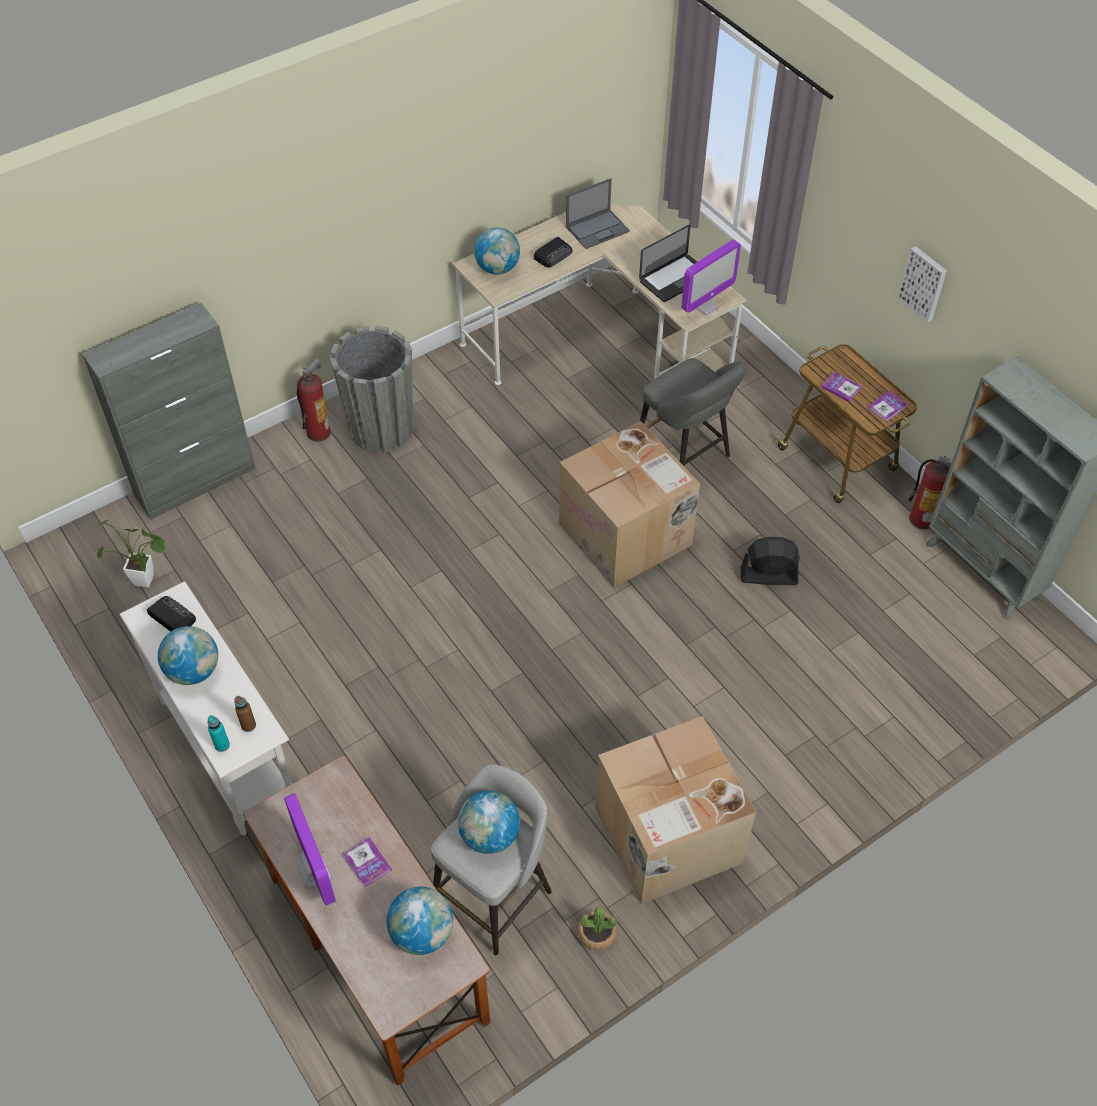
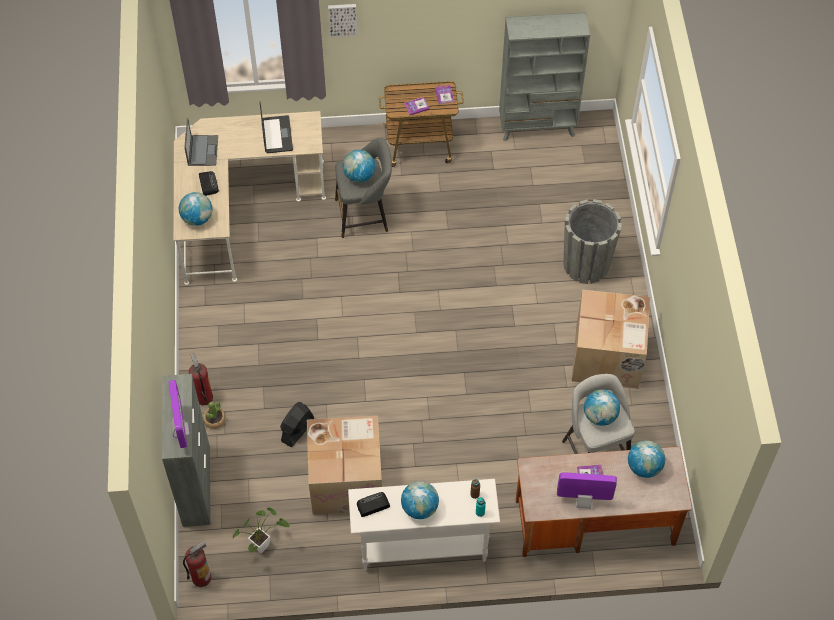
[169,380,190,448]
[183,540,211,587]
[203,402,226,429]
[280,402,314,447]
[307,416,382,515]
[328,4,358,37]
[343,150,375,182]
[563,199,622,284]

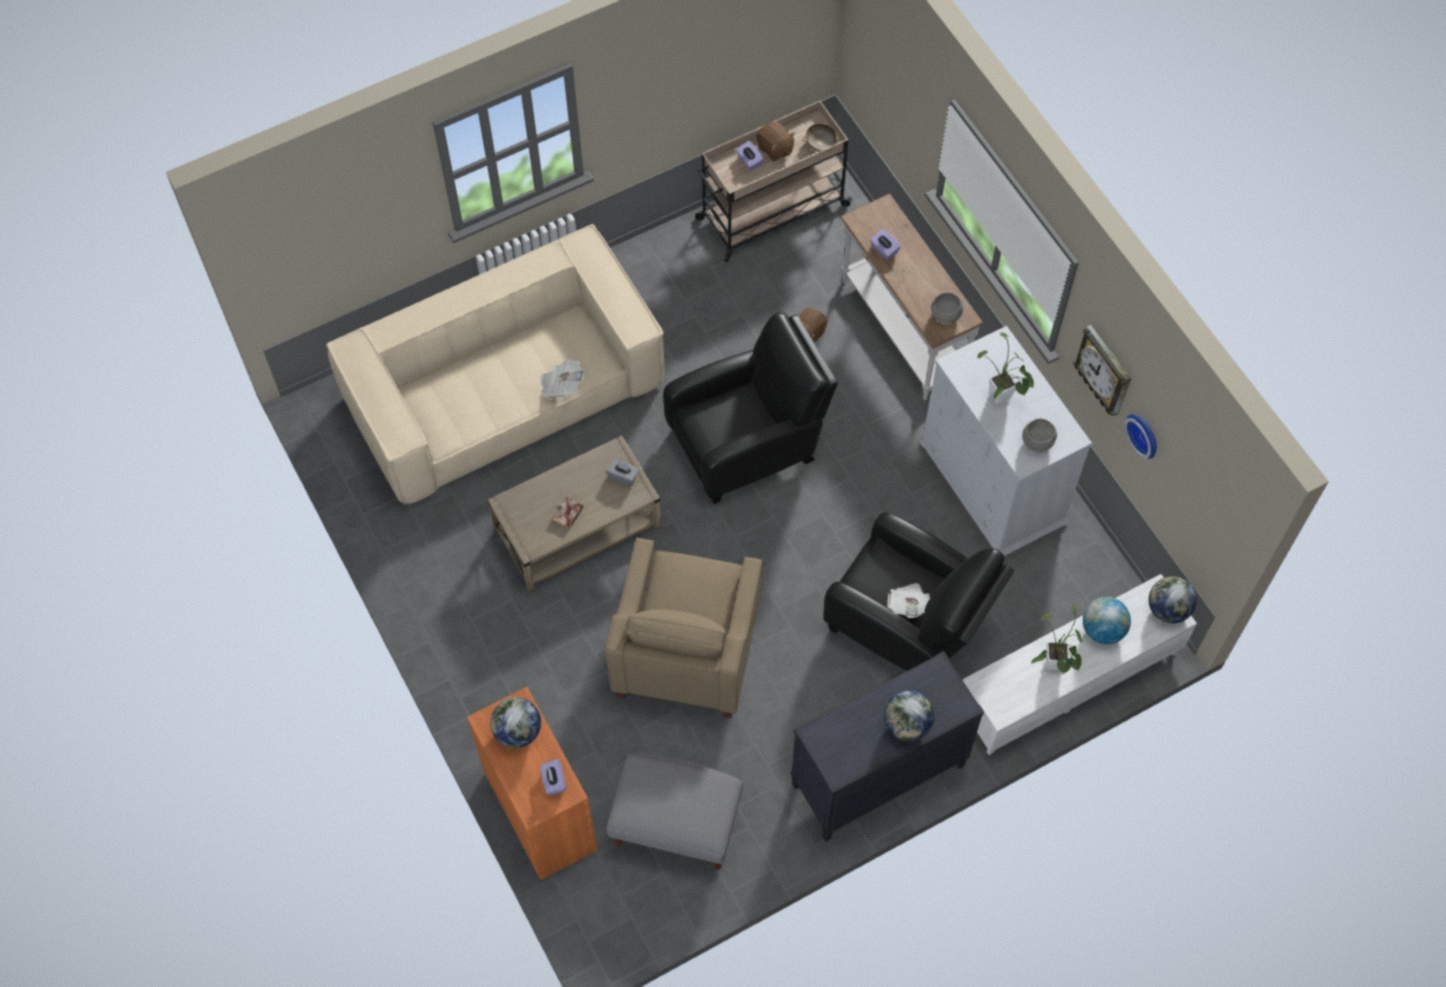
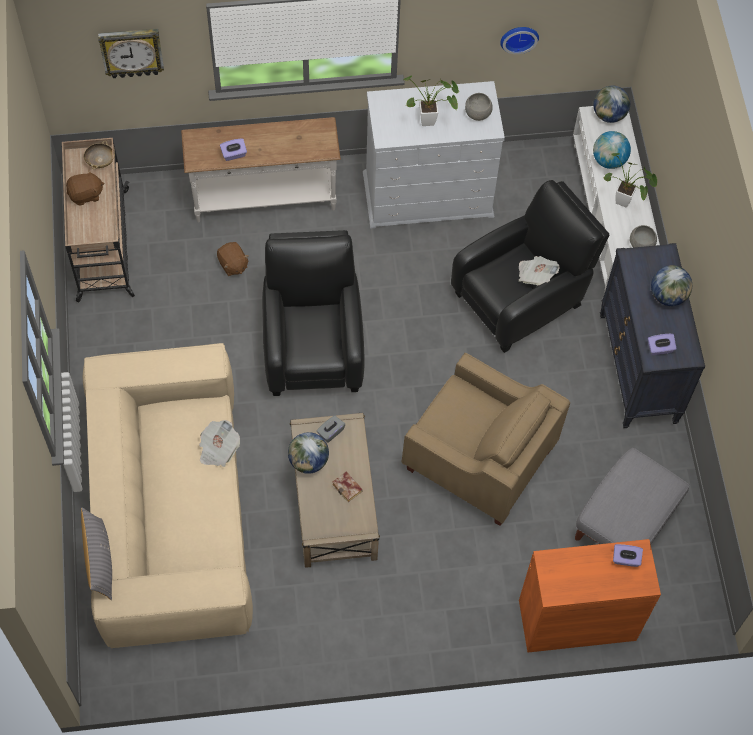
[81,507,112,600]
[98,29,164,78]
[288,432,329,474]
[630,225,657,248]
[648,334,676,355]

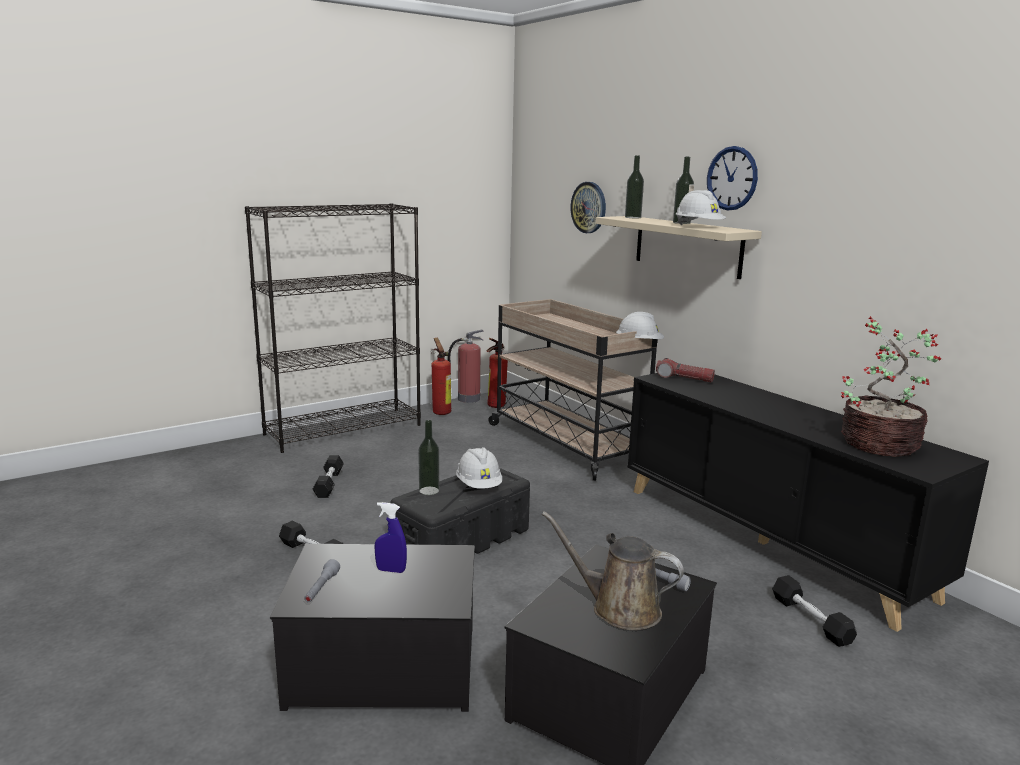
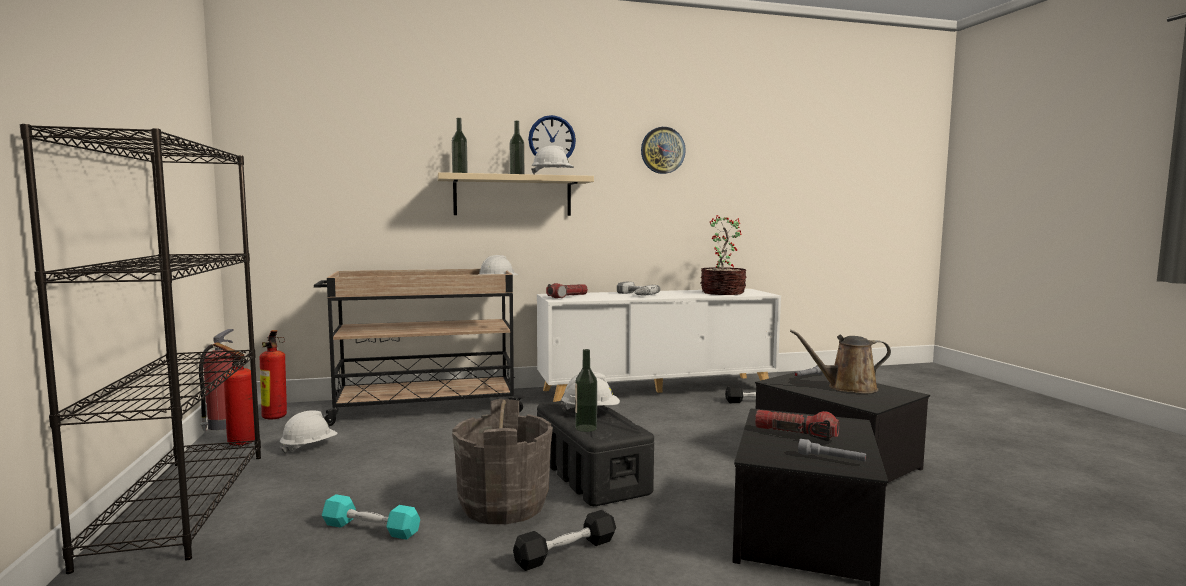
[280,410,338,454]
[322,494,420,540]
[452,398,553,524]
[537,289,781,402]
[617,281,660,295]
[641,127,686,174]
[755,410,839,441]
[790,330,891,394]

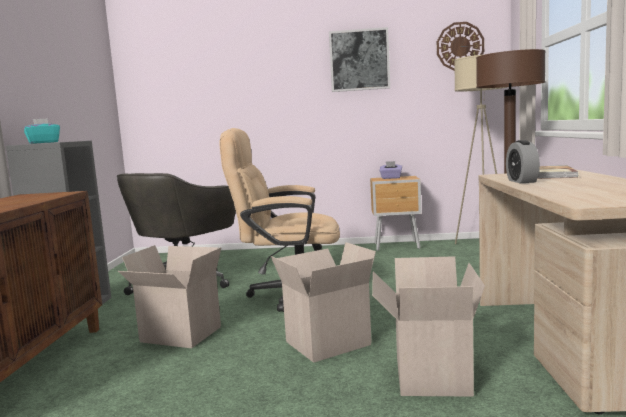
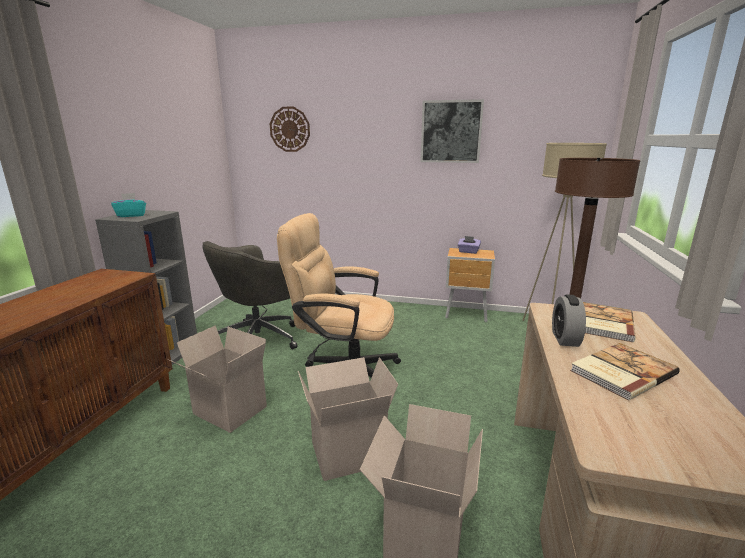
[270,107,310,152]
[570,343,680,400]

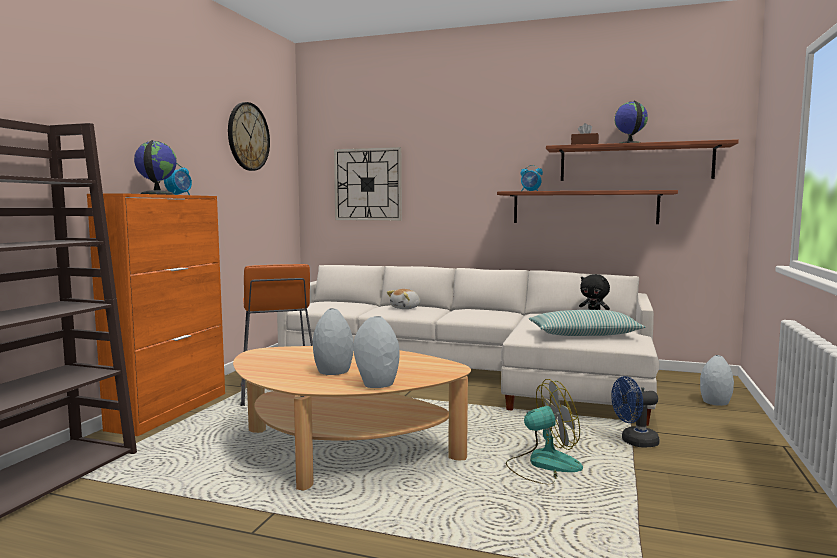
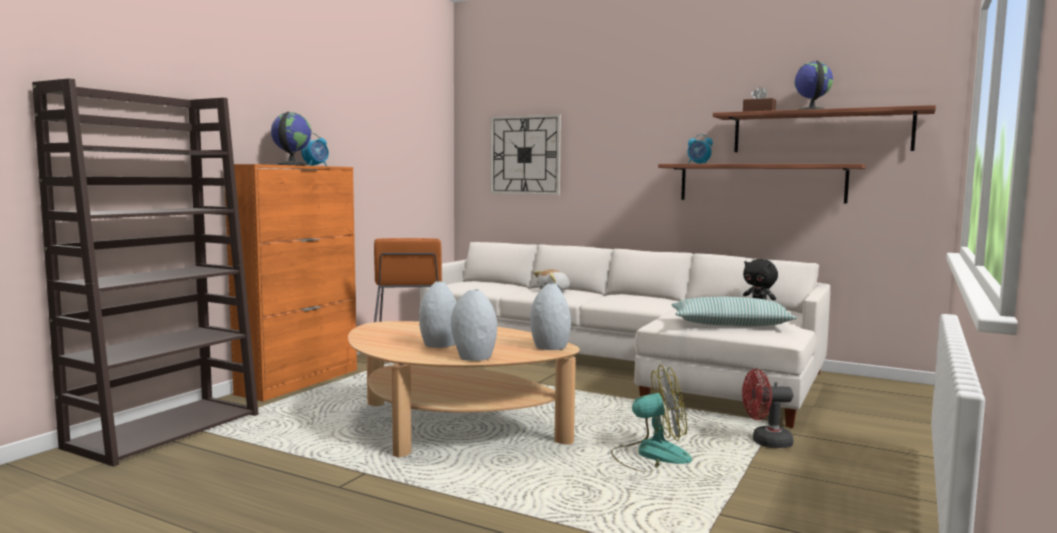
[530,283,571,350]
[742,369,794,448]
[228,102,270,171] (first image)

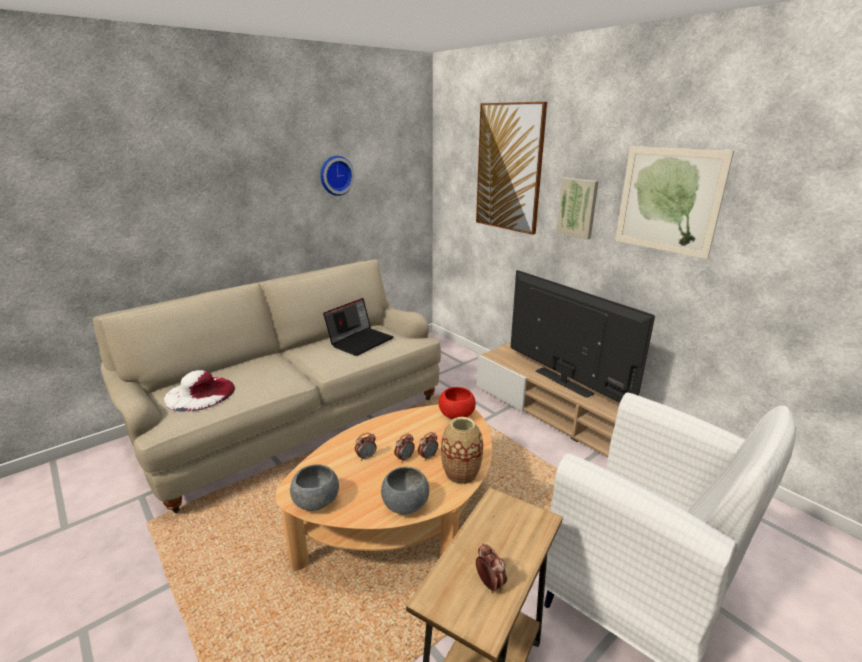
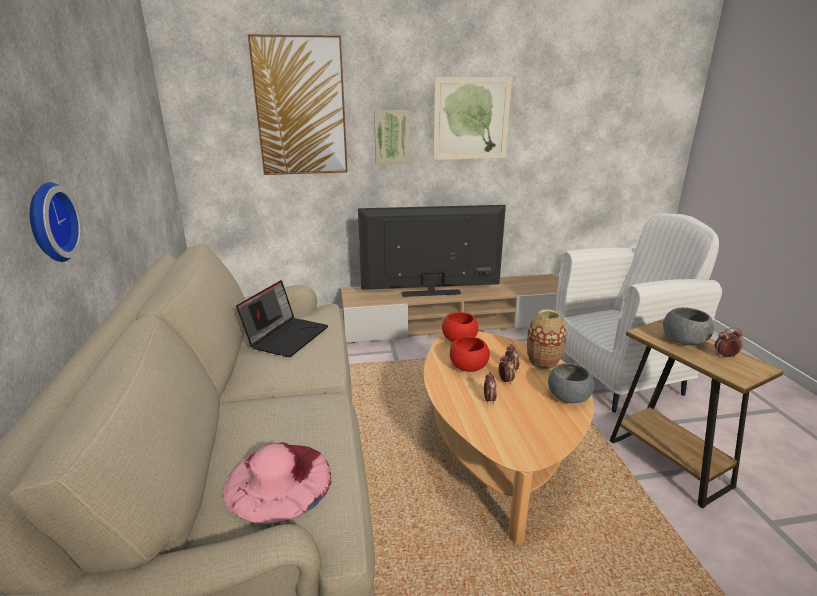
[30,182,83,262]
[224,442,331,524]
[236,280,329,357]
[450,336,490,372]
[663,307,714,345]

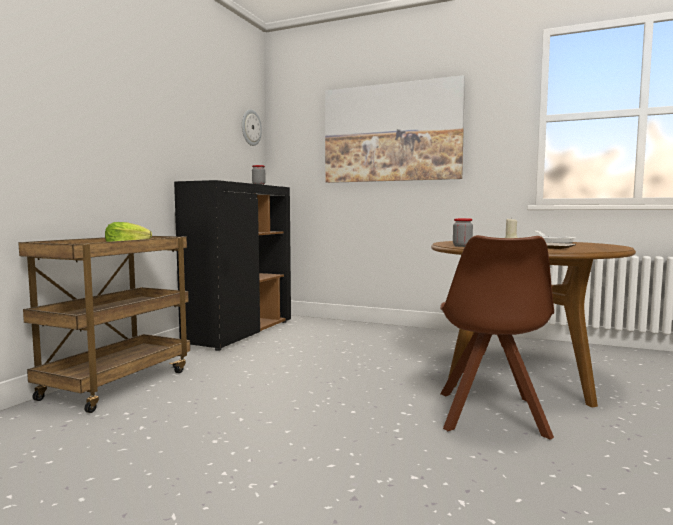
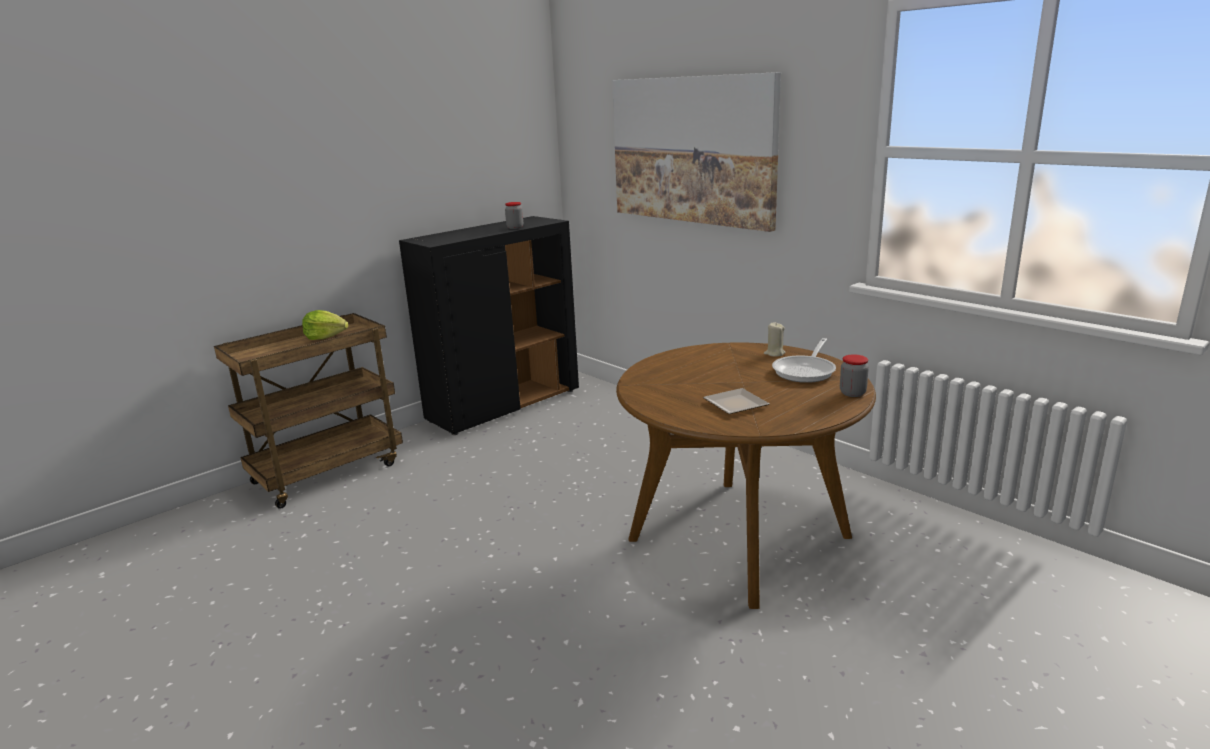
[840,354,869,397]
[242,109,262,146] (first image)
[440,235,554,440] (first image)

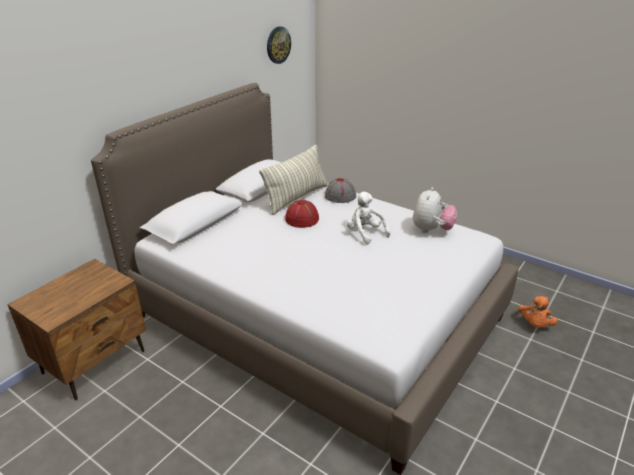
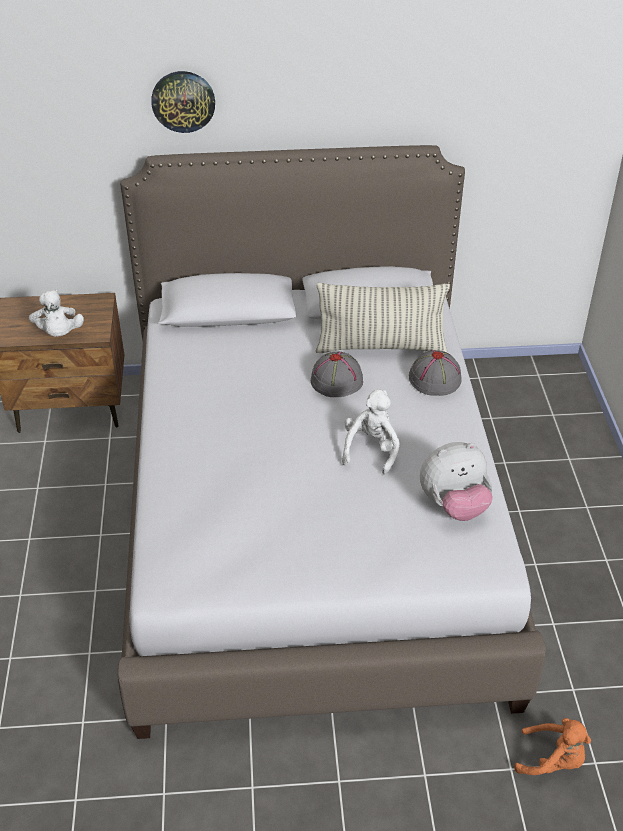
[29,290,84,337]
[151,71,215,133]
[311,351,363,397]
[514,718,591,775]

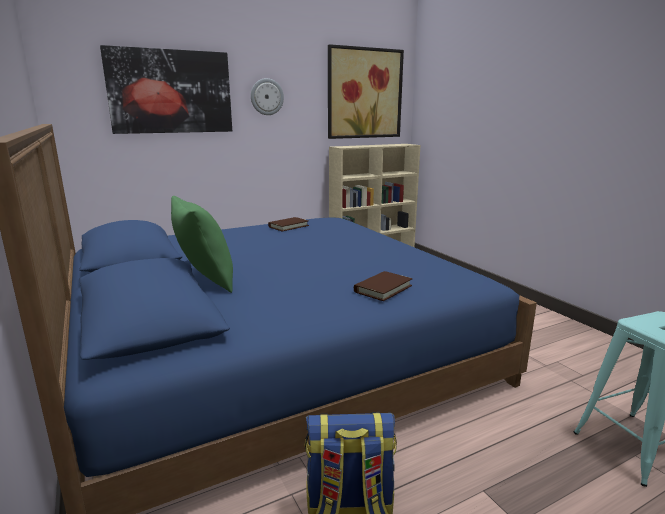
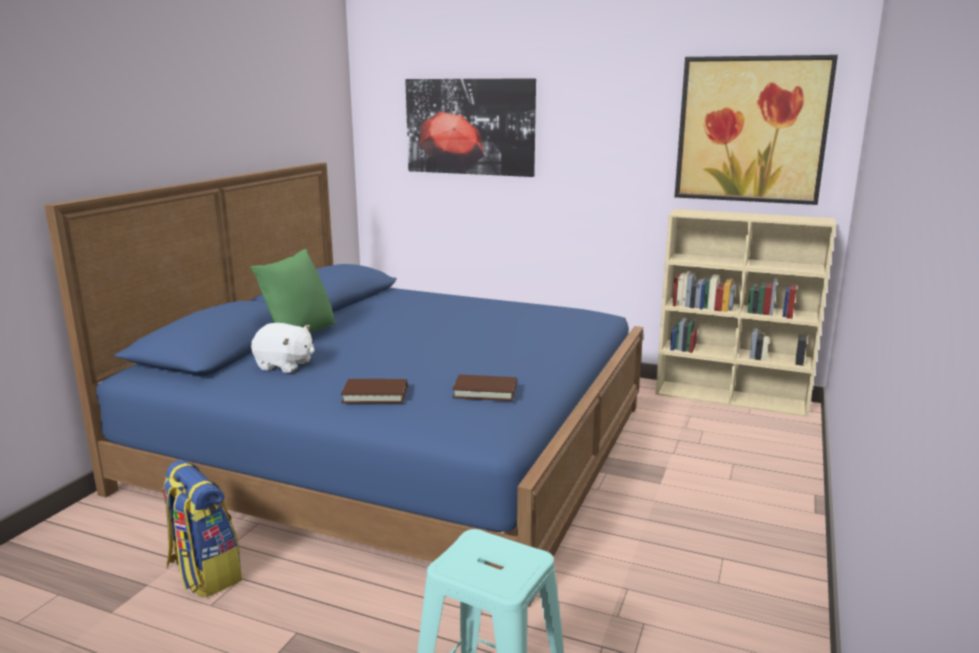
[251,323,315,373]
[452,375,517,401]
[251,78,284,115] (first image)

